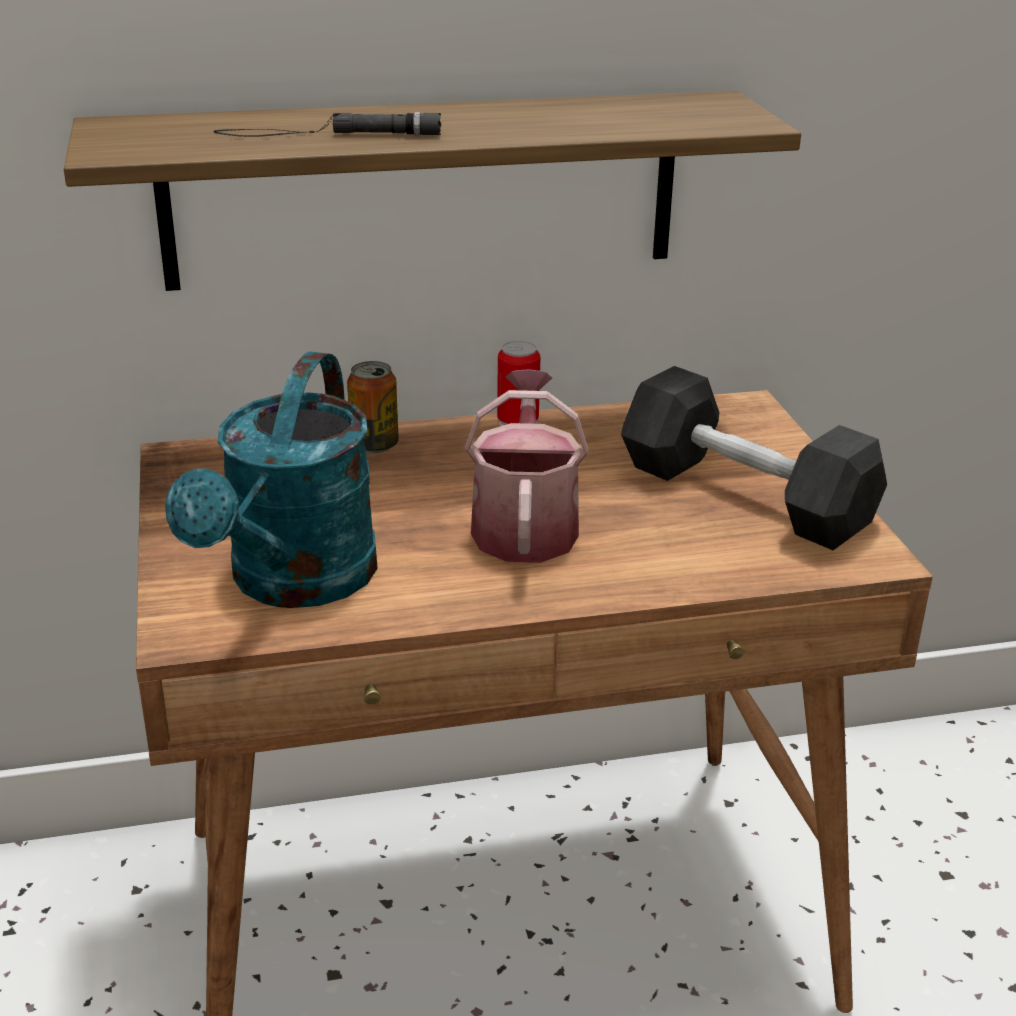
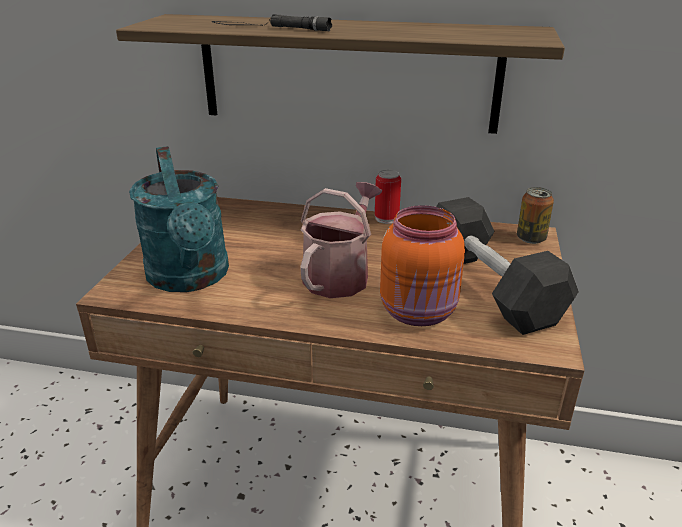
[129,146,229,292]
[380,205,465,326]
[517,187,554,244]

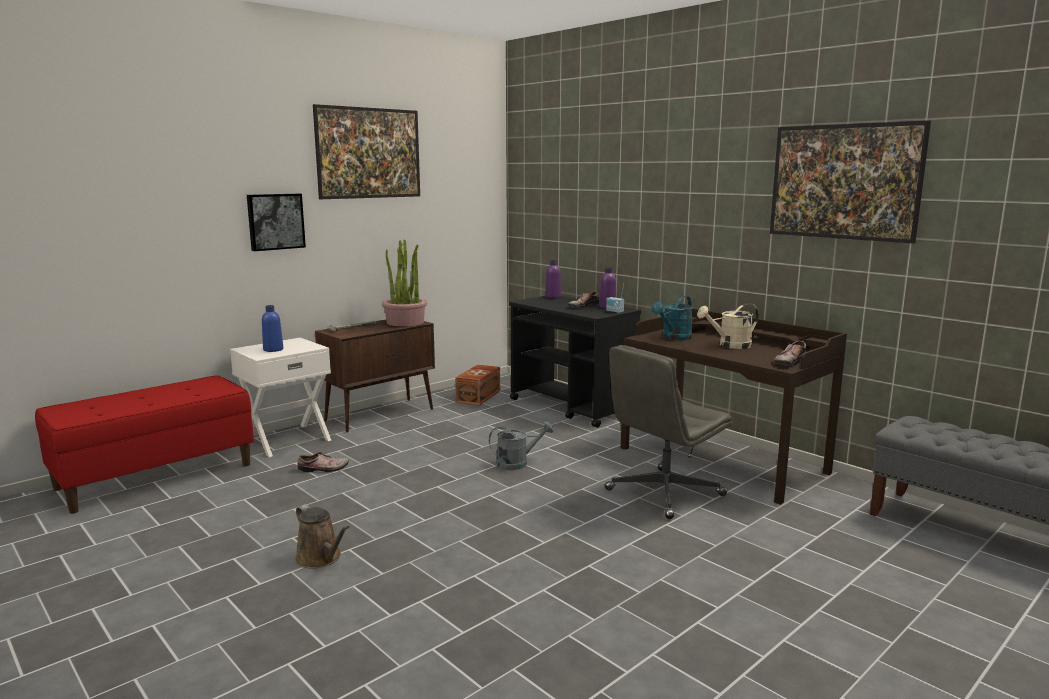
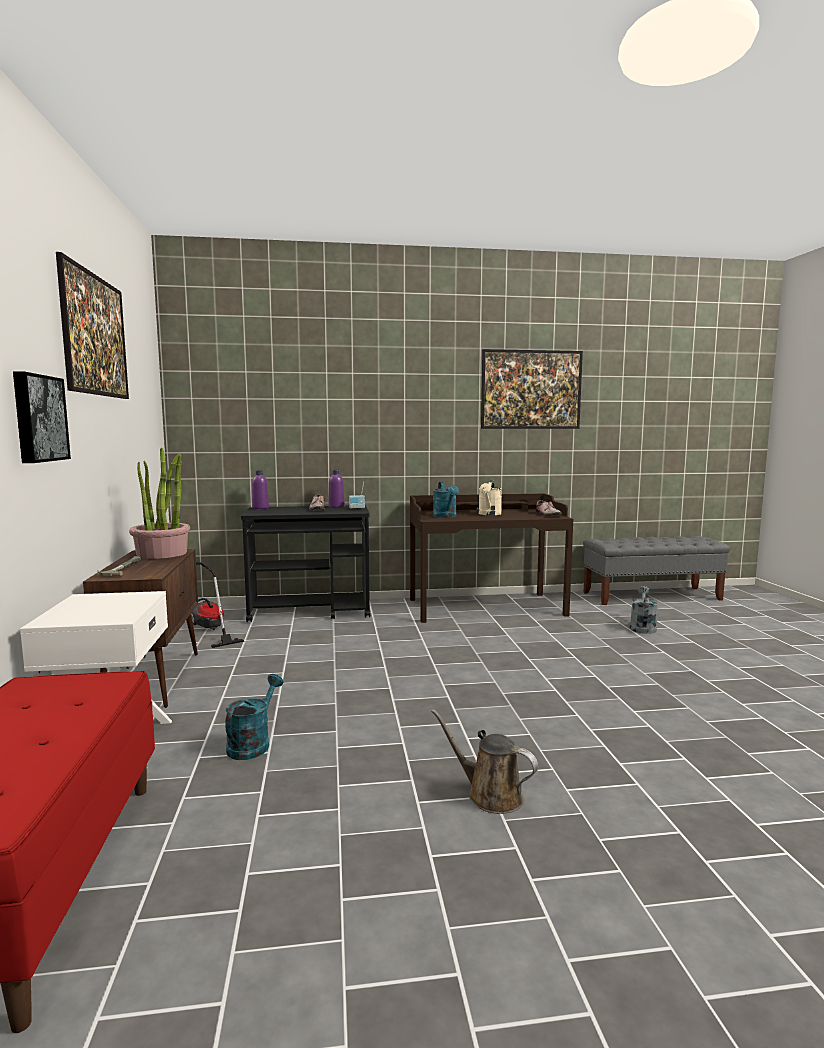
[191,562,245,648]
[225,674,284,760]
[431,709,538,814]
[630,586,659,634]
[262,305,283,352] (first image)
[605,345,733,519] (first image)

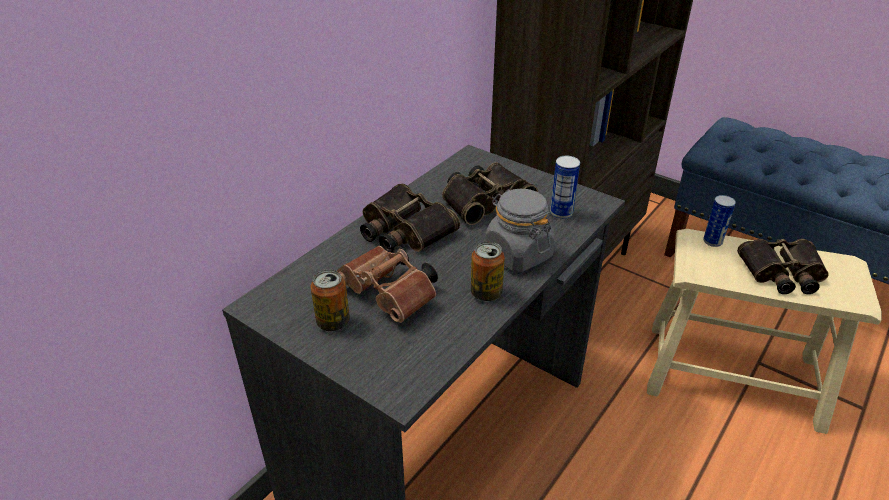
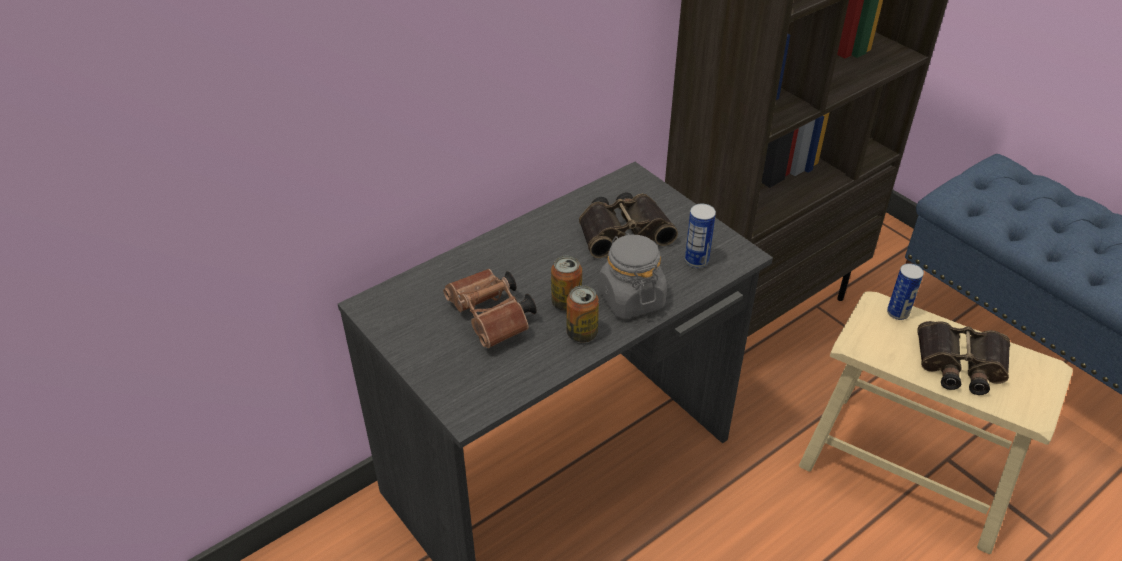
[551,255,582,311]
[360,184,460,253] (first image)

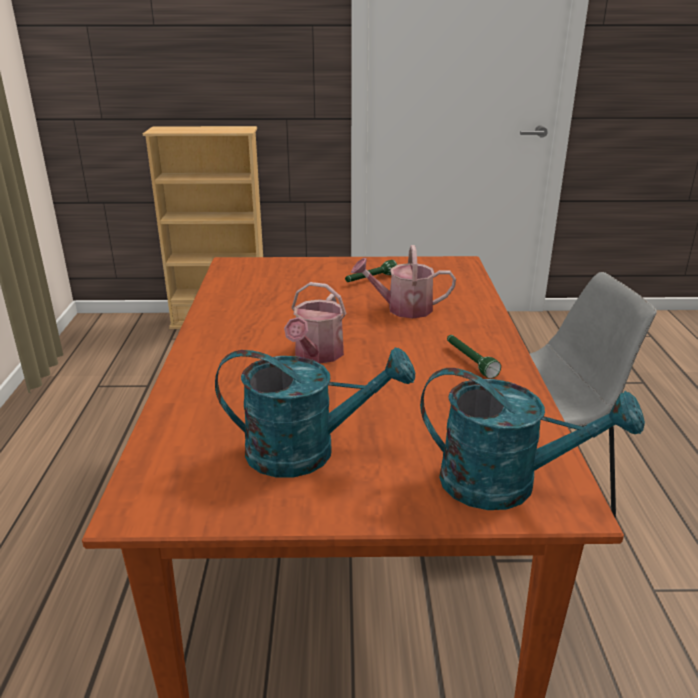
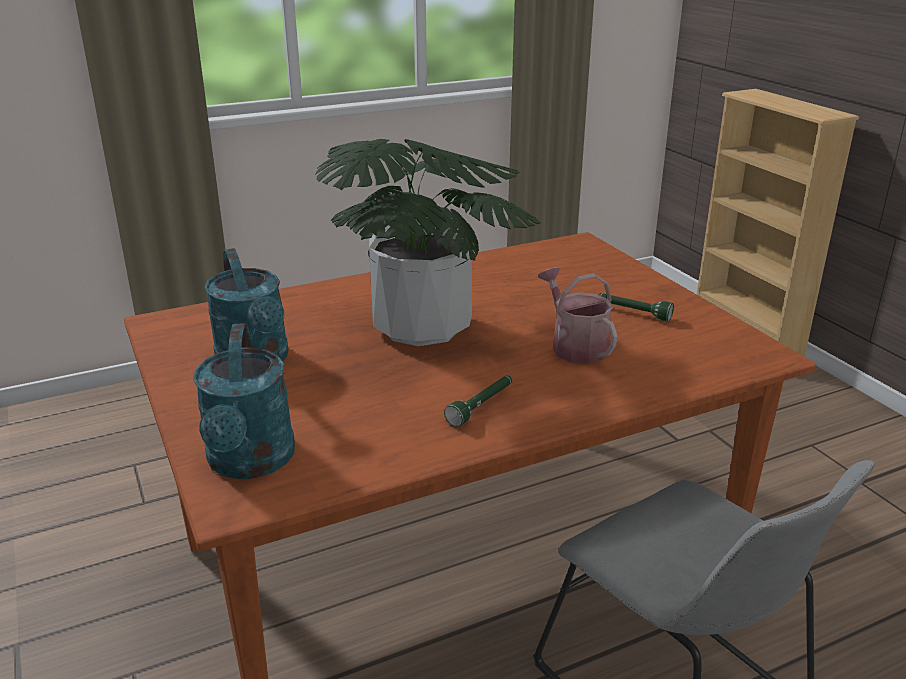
[315,139,541,346]

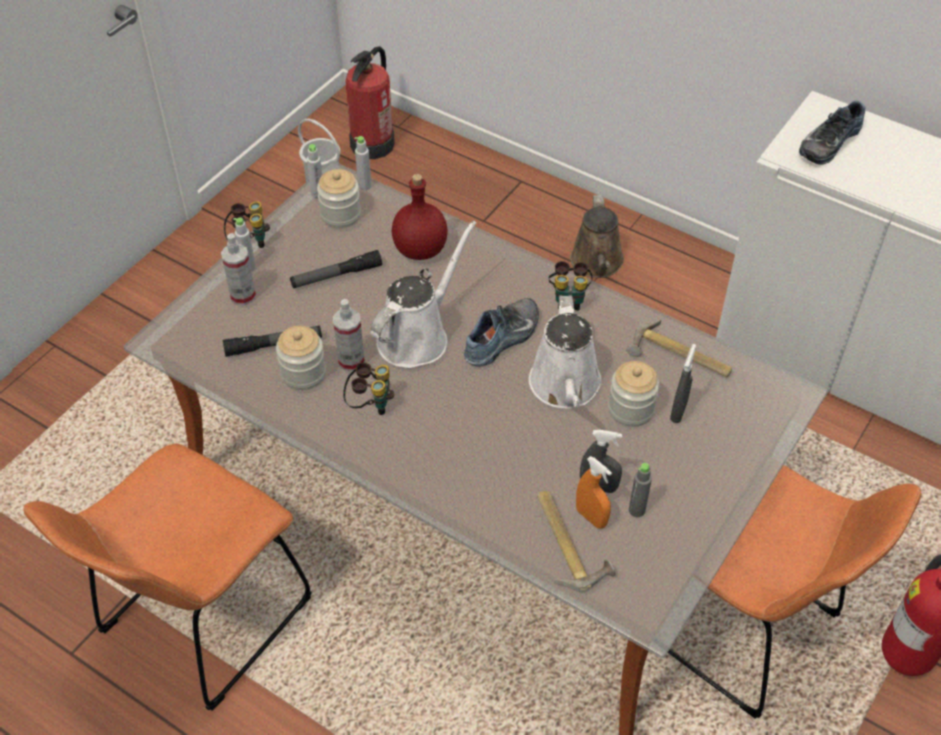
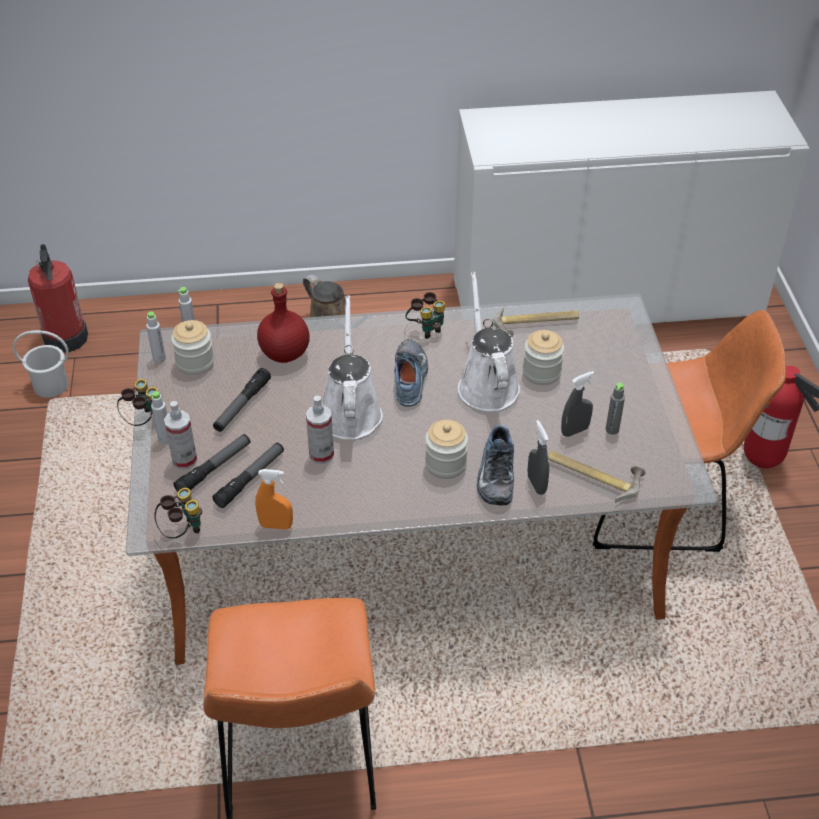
[154,488,202,539]
[173,434,250,492]
[255,469,293,530]
[425,420,468,479]
[458,272,520,411]
[477,425,514,505]
[528,420,549,495]

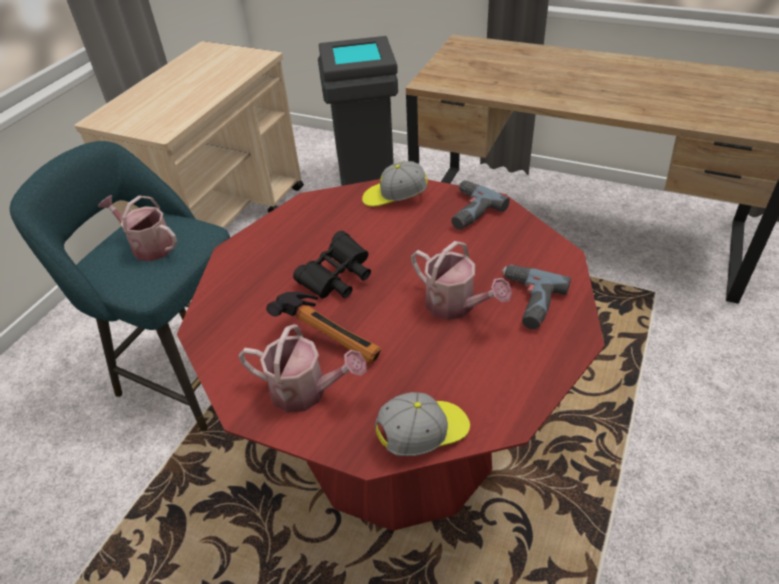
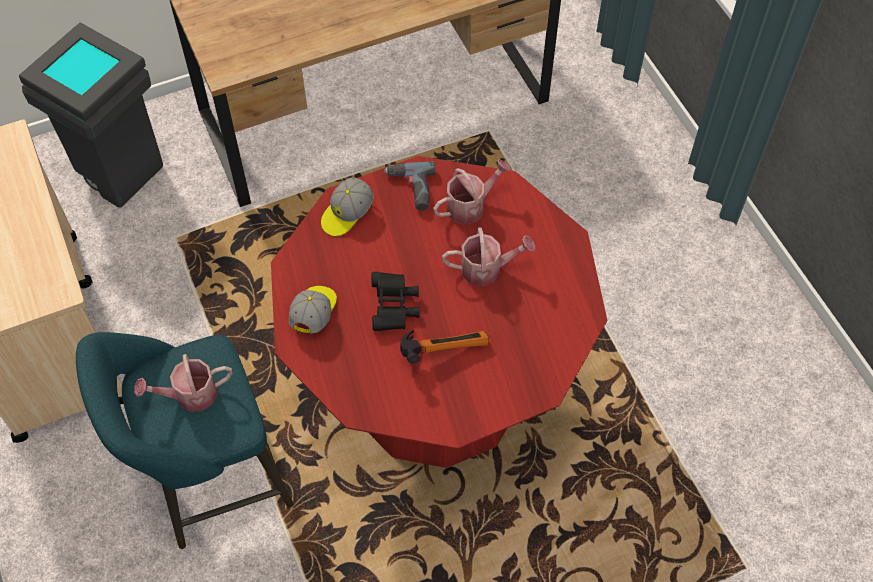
[289,286,337,334]
[433,159,511,225]
[502,265,571,329] (first image)

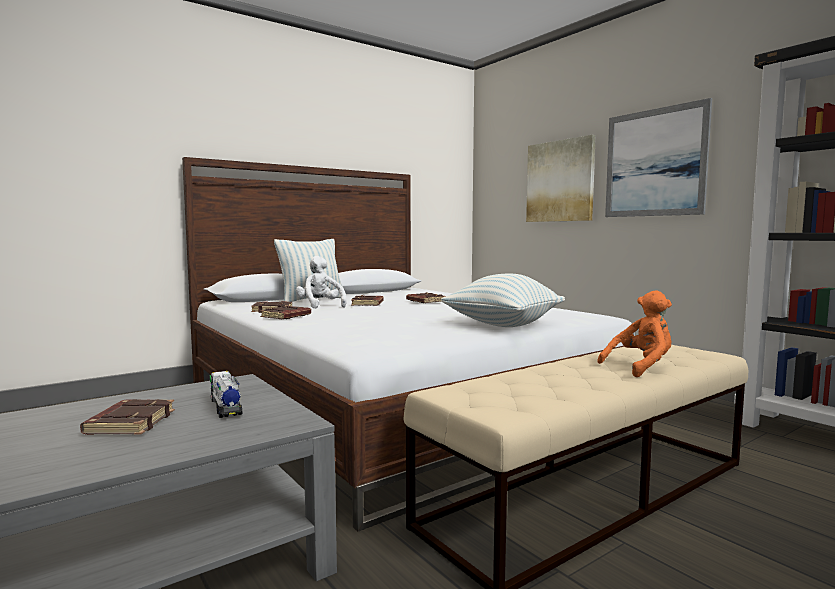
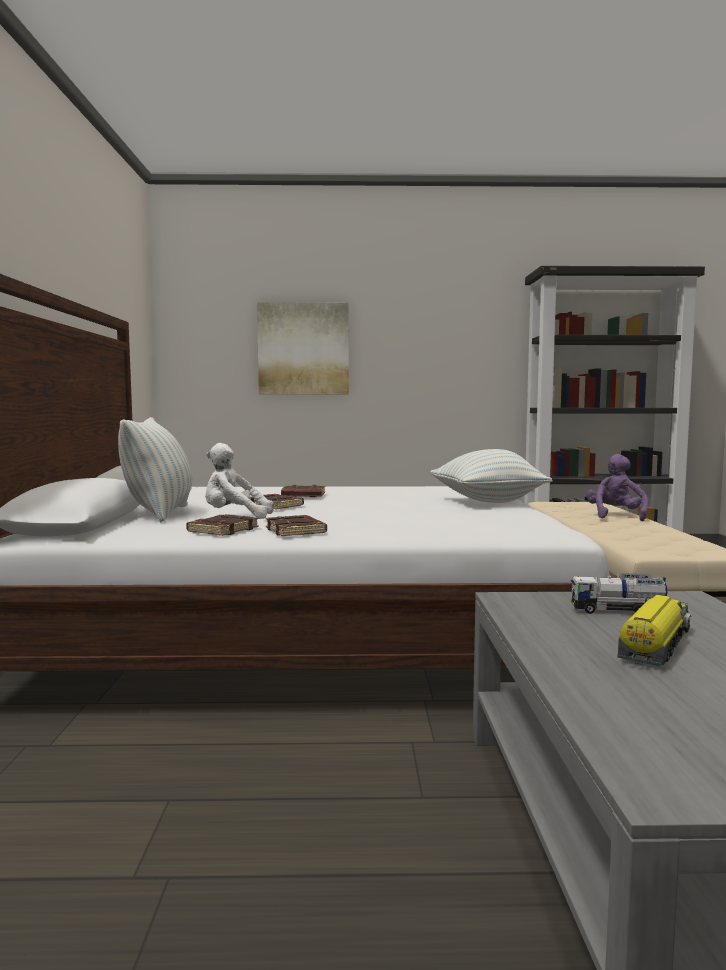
[587,454,649,521]
[617,595,691,666]
[605,98,712,217] (first image)

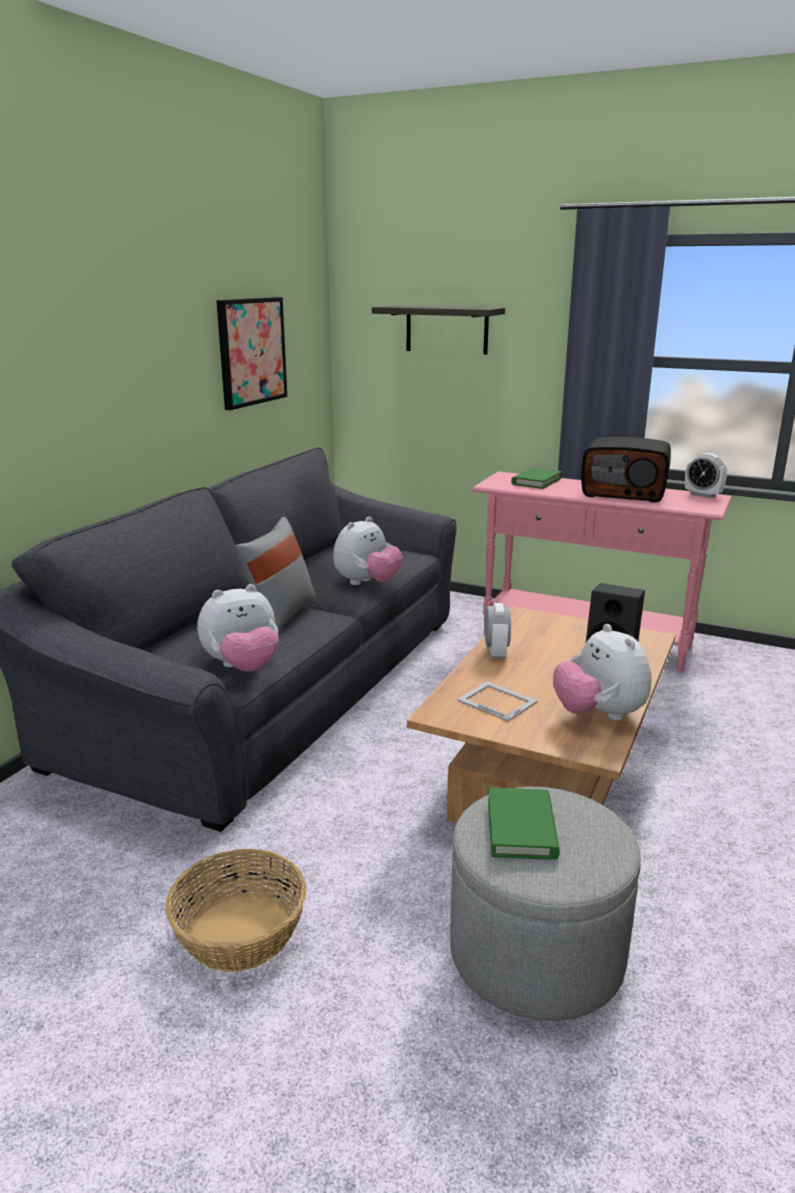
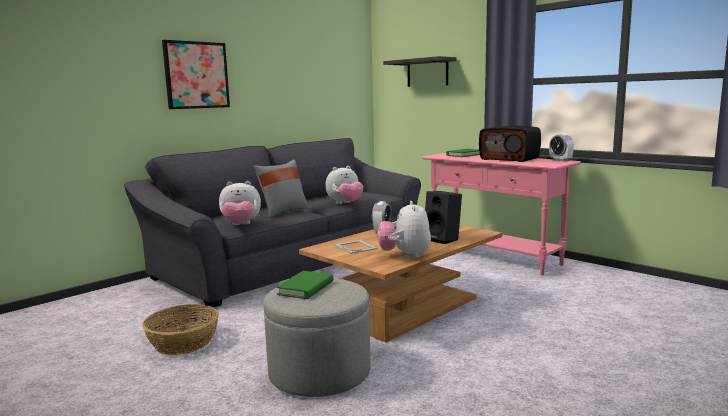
[162,40,230,109]

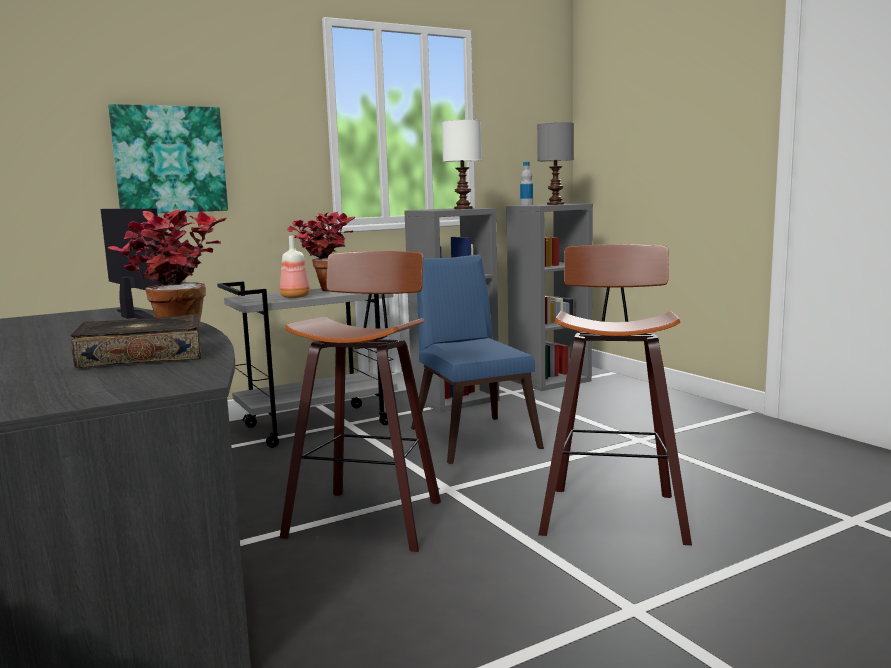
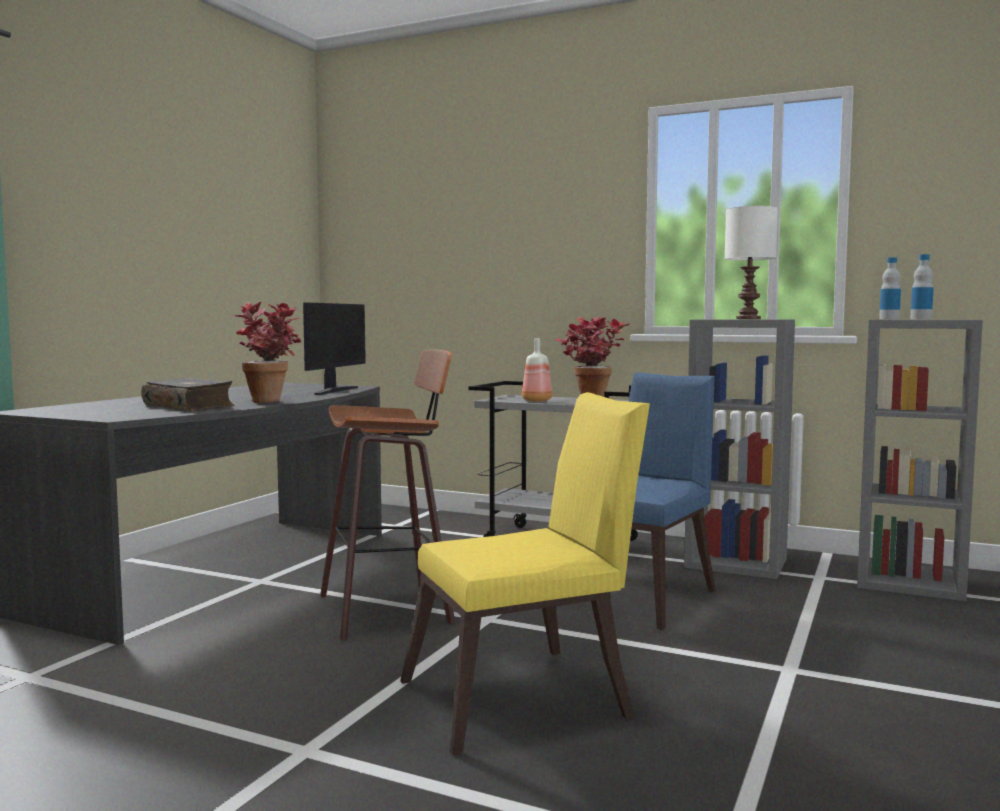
[400,392,650,755]
[910,254,934,319]
[108,104,228,213] (first image)

